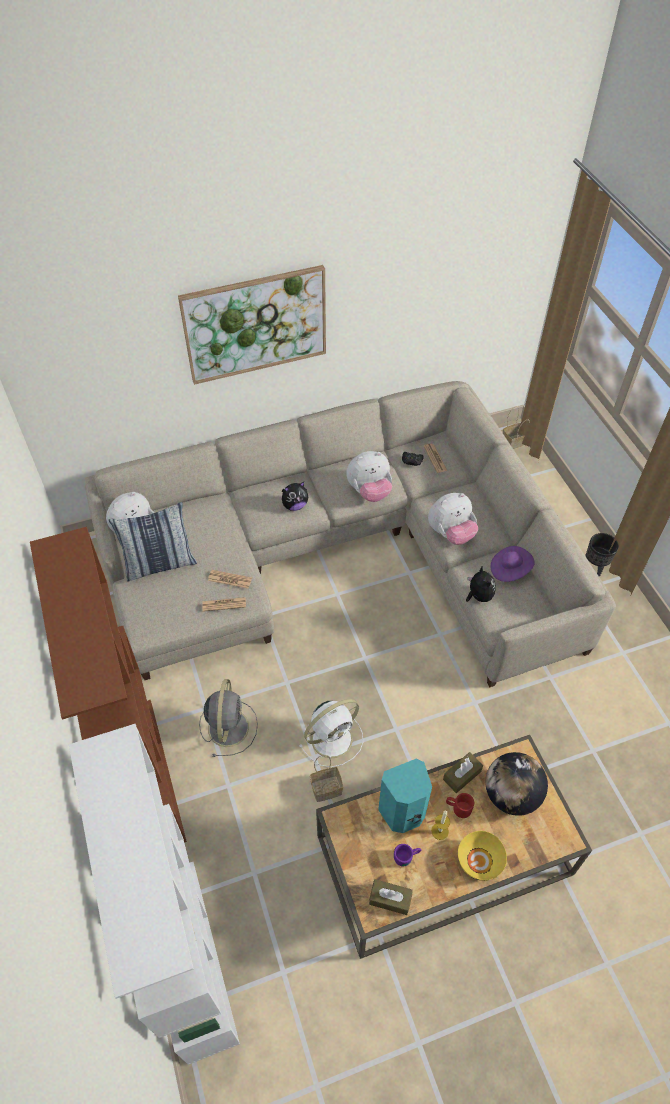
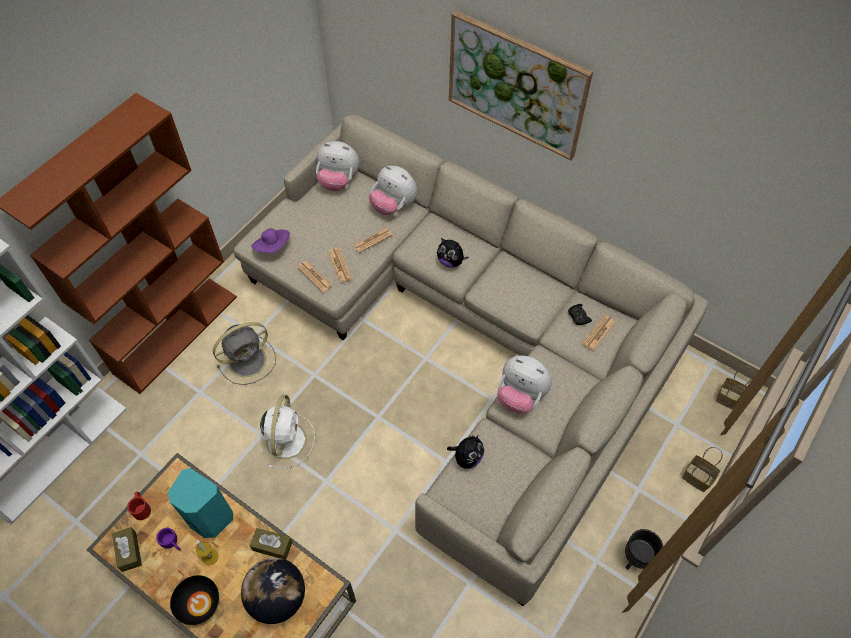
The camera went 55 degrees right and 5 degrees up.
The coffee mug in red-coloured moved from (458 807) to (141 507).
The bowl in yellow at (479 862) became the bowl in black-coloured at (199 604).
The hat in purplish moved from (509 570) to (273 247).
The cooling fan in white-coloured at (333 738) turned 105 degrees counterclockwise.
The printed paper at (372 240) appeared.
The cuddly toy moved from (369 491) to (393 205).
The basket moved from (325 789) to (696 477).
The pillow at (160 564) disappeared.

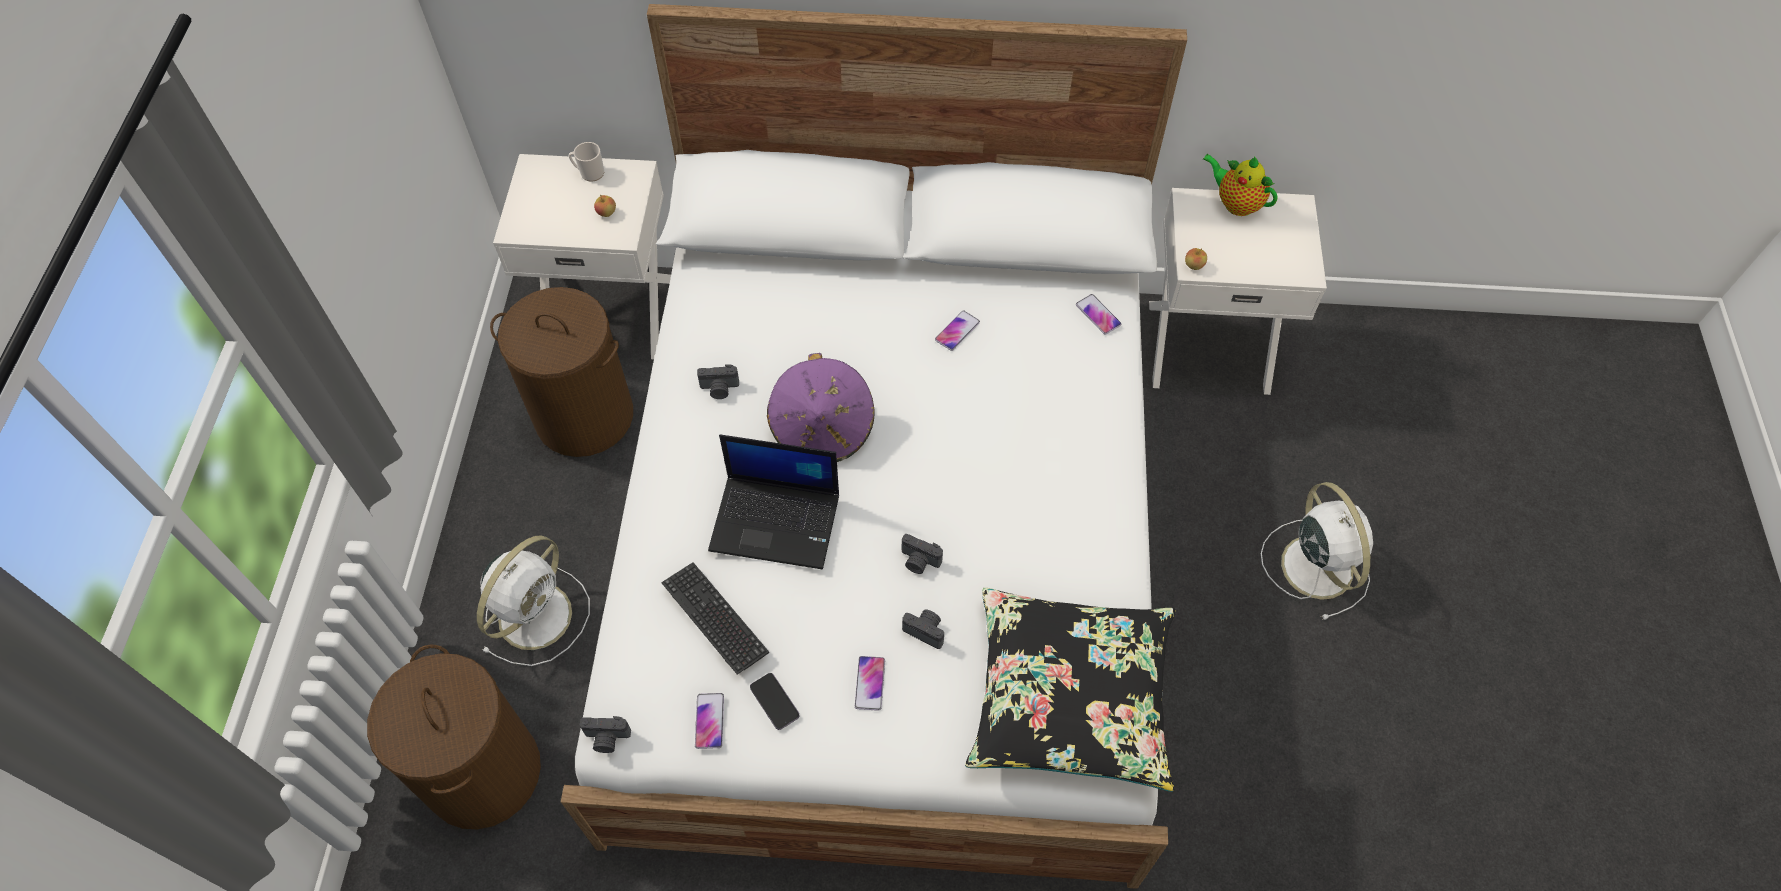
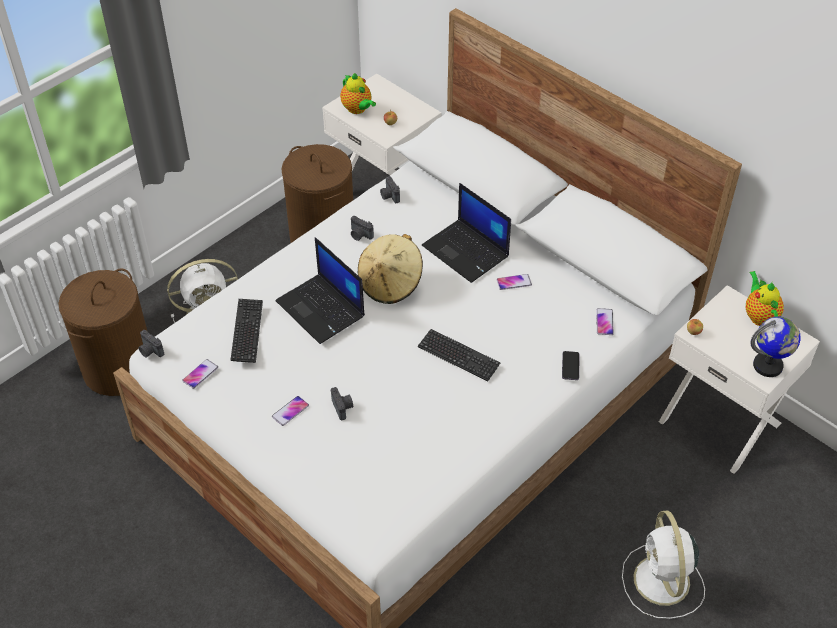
The camera went 40 degrees right and 10 degrees down.
The pot for tea at (357 109) appeared.
The hat in purplish at (823 429) became the hat in sand-coloured at (390 283).
The photo camera moved from (919 561) to (389 196).
The keyboard at (458 356) appeared.
The notebook computer at (467 251) appeared.
The phone moved from (774 702) to (570 366).
The cooling fan in white-coloured at (1315 564) turned 150 degrees clockwise.
The desk globe at (768 366) appeared.
The coffee mug at (589 173) disappeared.
The pillow in black-coloured at (1070 696) disappeared.

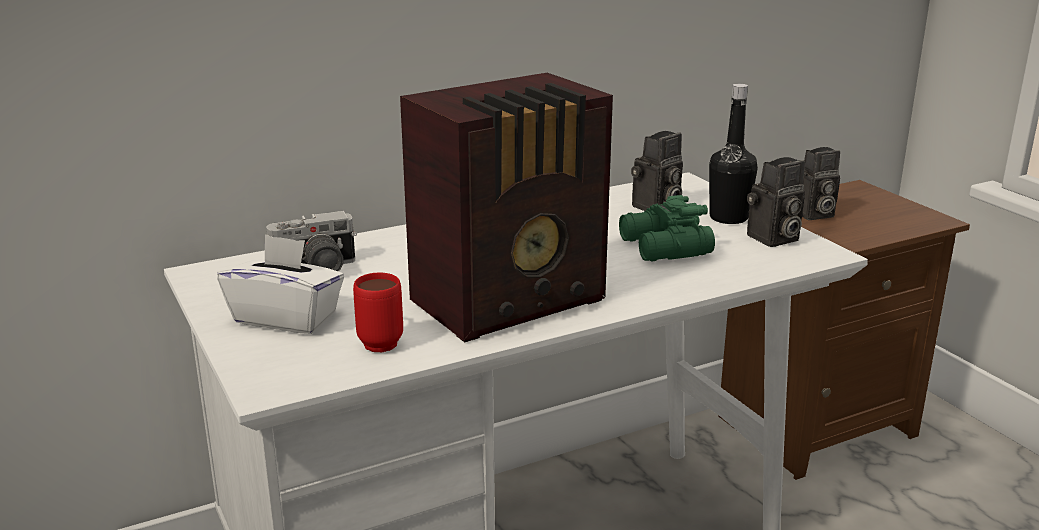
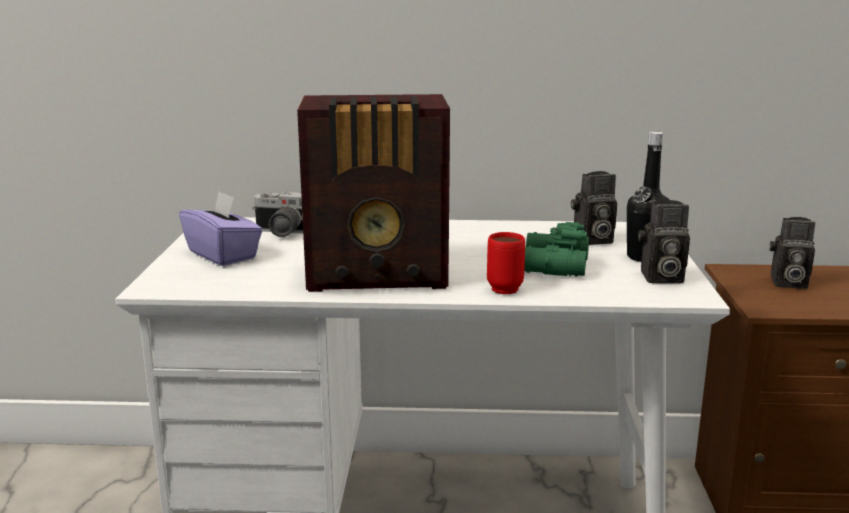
The camera went 30 degrees right and 5 degrees down.
The tissue holder in white-coloured at (286 318) became the tissue holder in purplish at (223 255).
The coffee mug in red-coloured moved from (378 340) to (505 287).

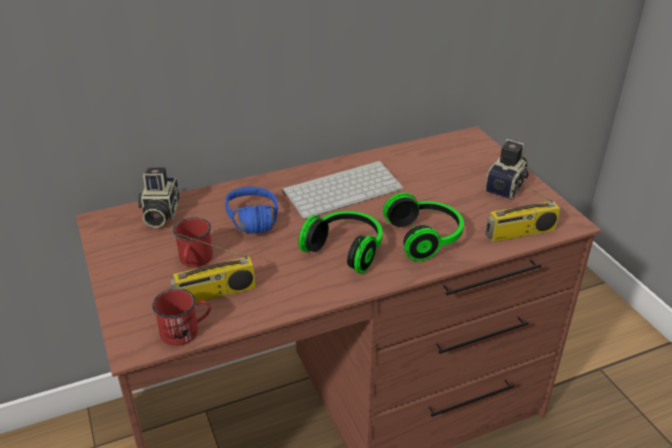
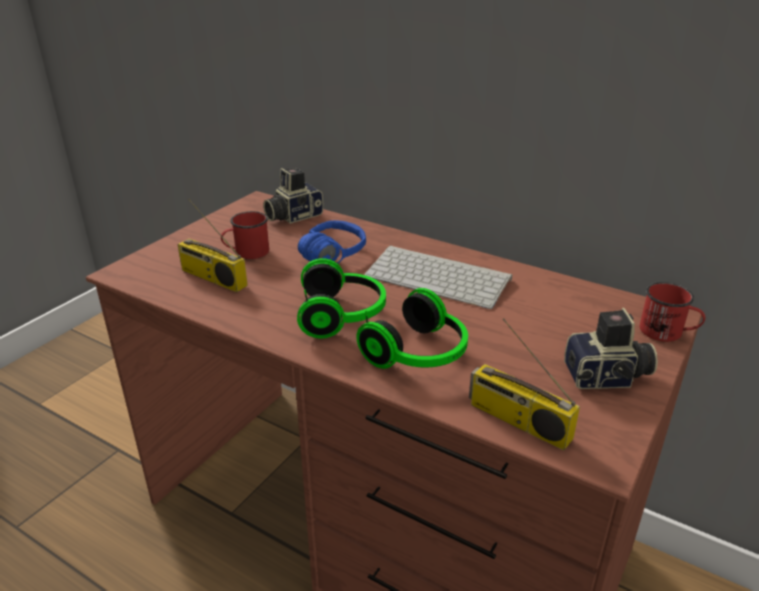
The camera went 55 degrees right and 5 degrees down.
The coffee mug in red-coloured moved from (186 331) to (667 333).

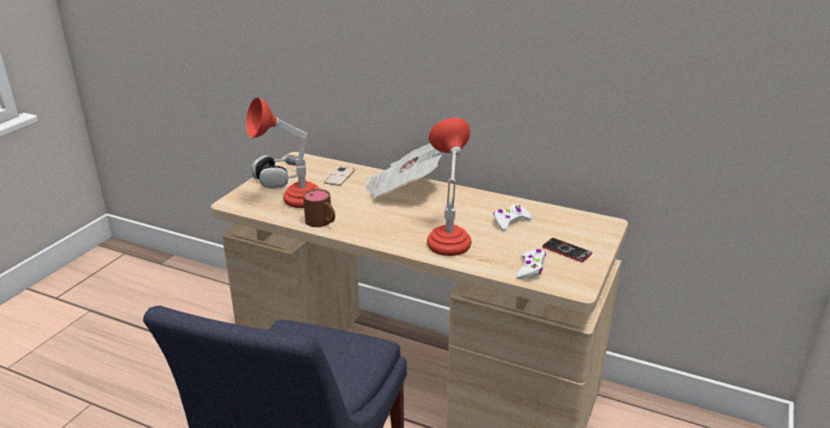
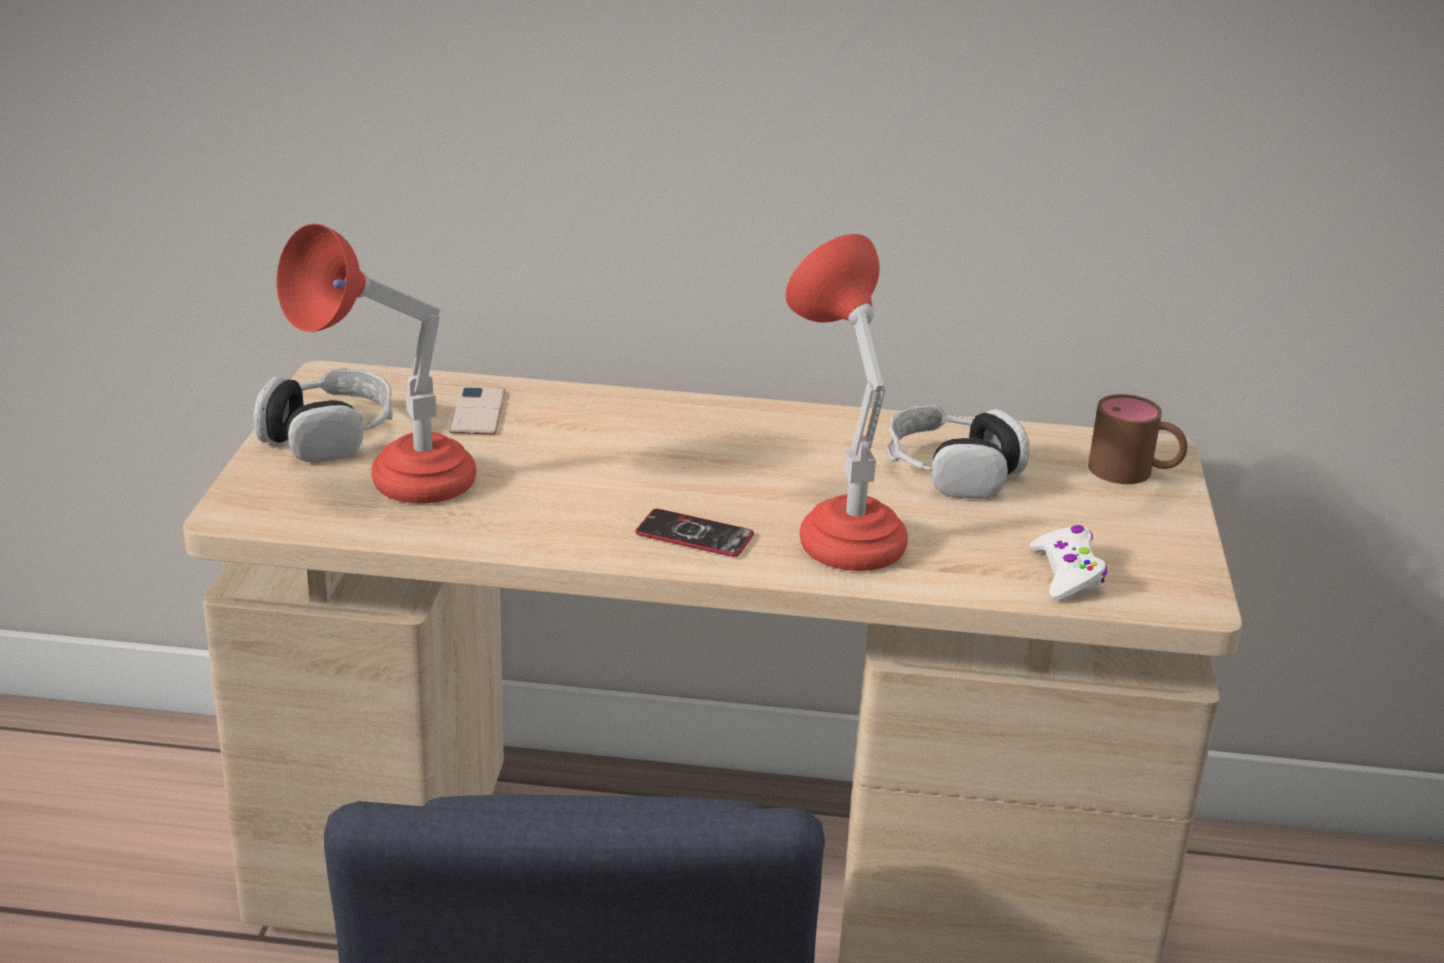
The camera went 20 degrees left and 0 degrees up.
The phone moved from (566 250) to (694 535).
The game controller in white-coloured at (510 221) was replaced by the headphones at (951 471).
The coffee mug in brown moved from (322 222) to (1134 472).
The printed paper at (404 189) disappeared.

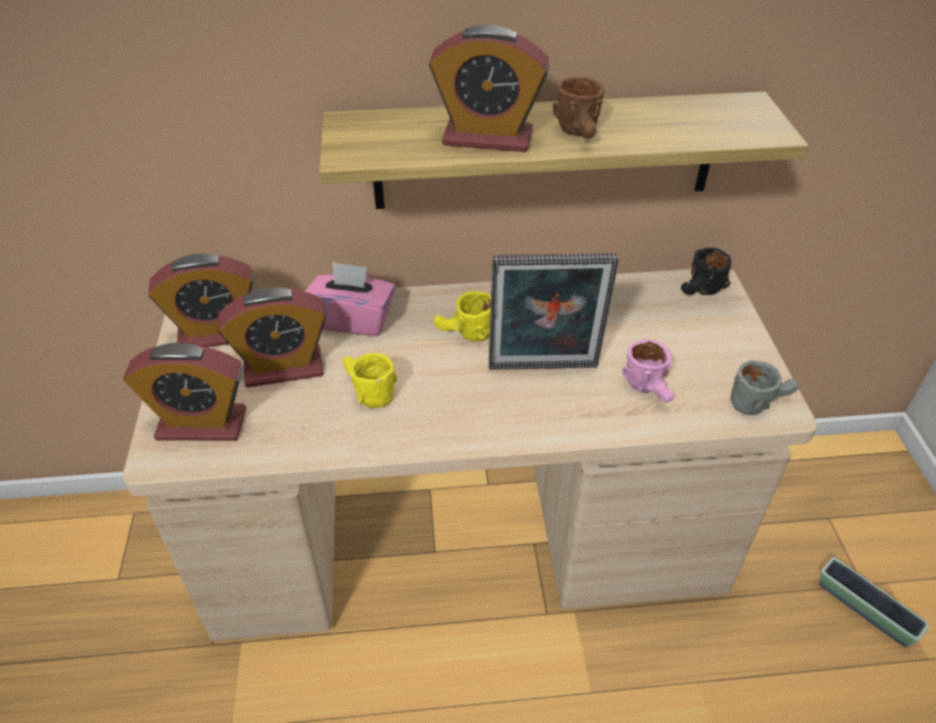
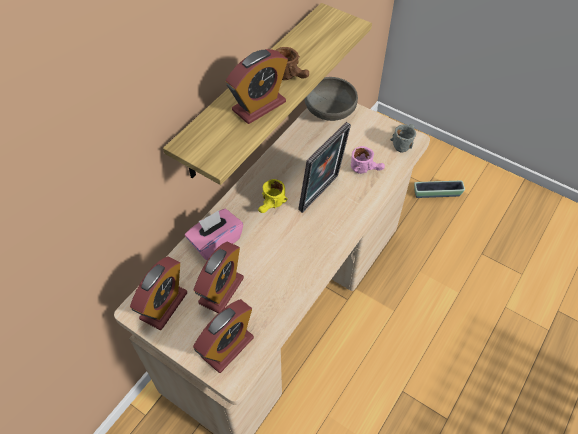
The camera went 50 degrees left and 10 degrees up.
The coffee mug in black-coloured at (700 292) was replaced by the bowl in grey at (330 110).
The coffee mug in yellow at (365 392) disappeared.

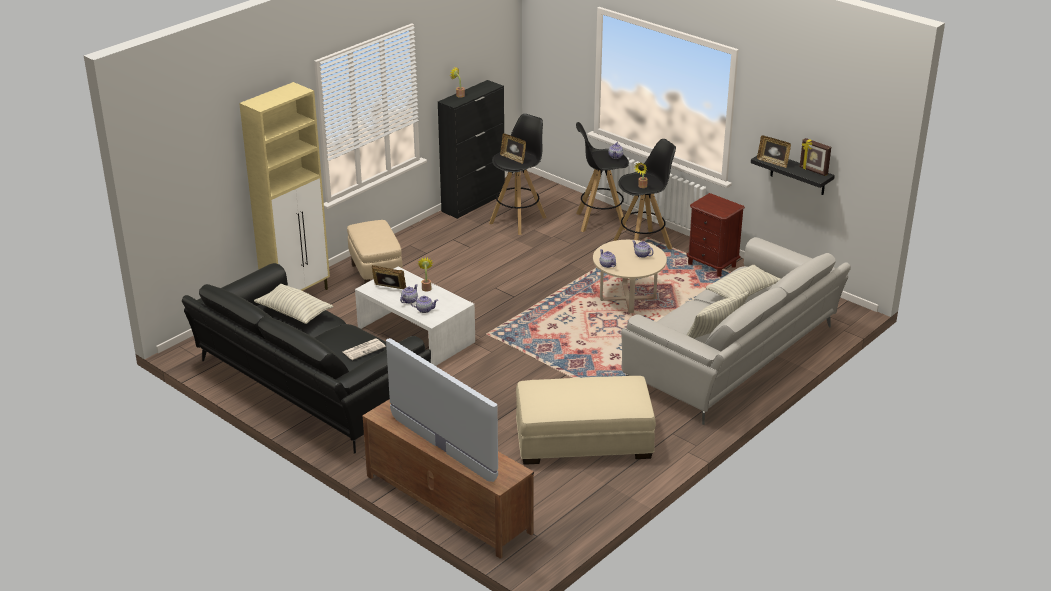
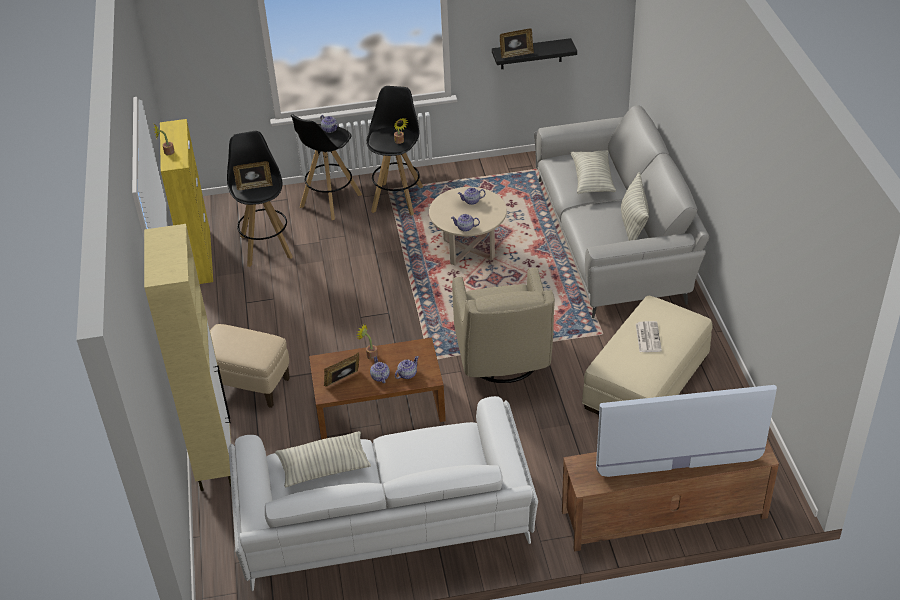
The camera went 50 degrees left and 10 degrees up.
The storage cabinet in black-coloured at (473 202) became the storage cabinet in yellow at (199 257).
The couch in black-coloured at (308 385) became the couch in white-coloured at (384 525).
The coffee table in white-coloured at (415 334) became the coffee table in brown at (379 407).
The armchair in sand-coloured at (503 360) appeared.
The printed paper moved from (364 349) to (648 337).
The night table in brown at (712 265) disappeared.
The photo frame at (813 171) disappeared.

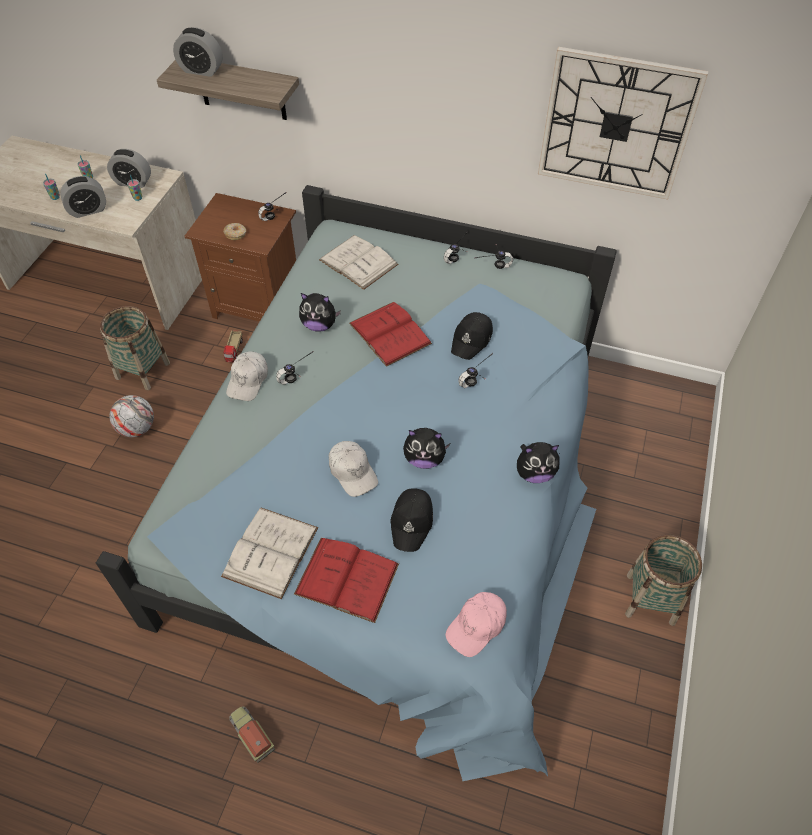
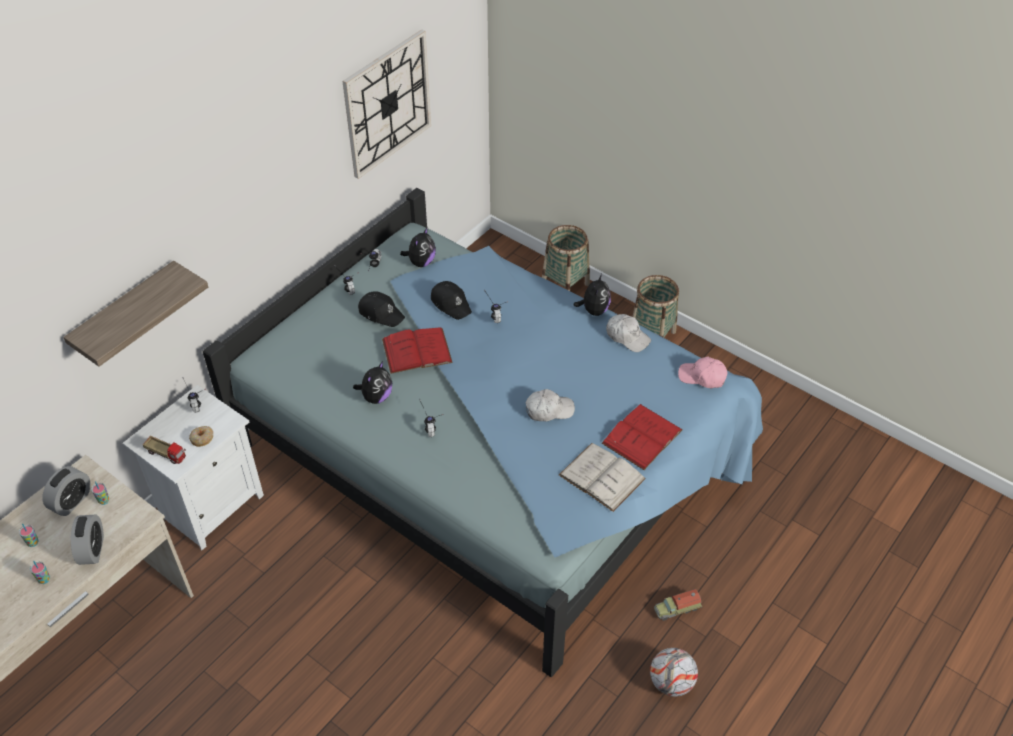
The camera went 70 degrees left and 5 degrees down.
The night table in brown at (258 305) became the night table in white-coloured at (210 505).
The toy truck moved from (234 351) to (167 454).
The baseball cap in black-coloured moved from (412 522) to (381 313).
The cuddly toy moved from (424 459) to (421 262).
The basket moved from (143 370) to (565 284).
The baseball cap in white-coloured moved from (248 380) to (627 337).
The football moved from (137 428) to (671 682).
The baseball cap in pink at (477 626) turned 135 degrees clockwise.
The bedside clock at (201 70) disappeared.
The book in white-coloured at (358 262) disappeared.

